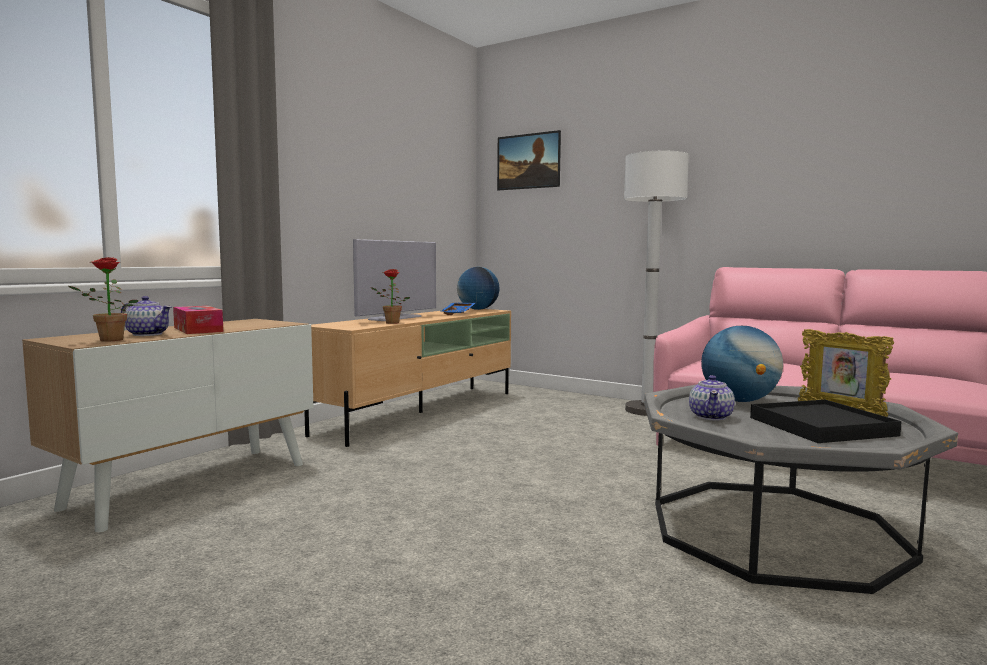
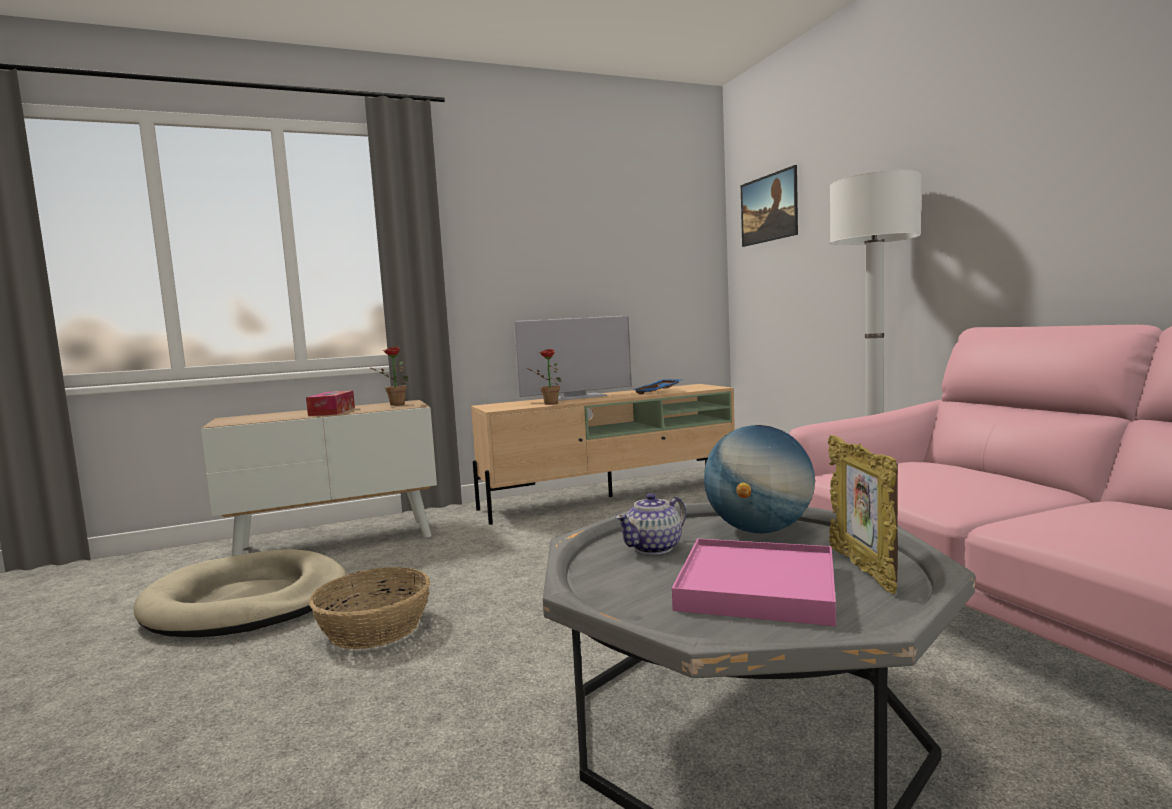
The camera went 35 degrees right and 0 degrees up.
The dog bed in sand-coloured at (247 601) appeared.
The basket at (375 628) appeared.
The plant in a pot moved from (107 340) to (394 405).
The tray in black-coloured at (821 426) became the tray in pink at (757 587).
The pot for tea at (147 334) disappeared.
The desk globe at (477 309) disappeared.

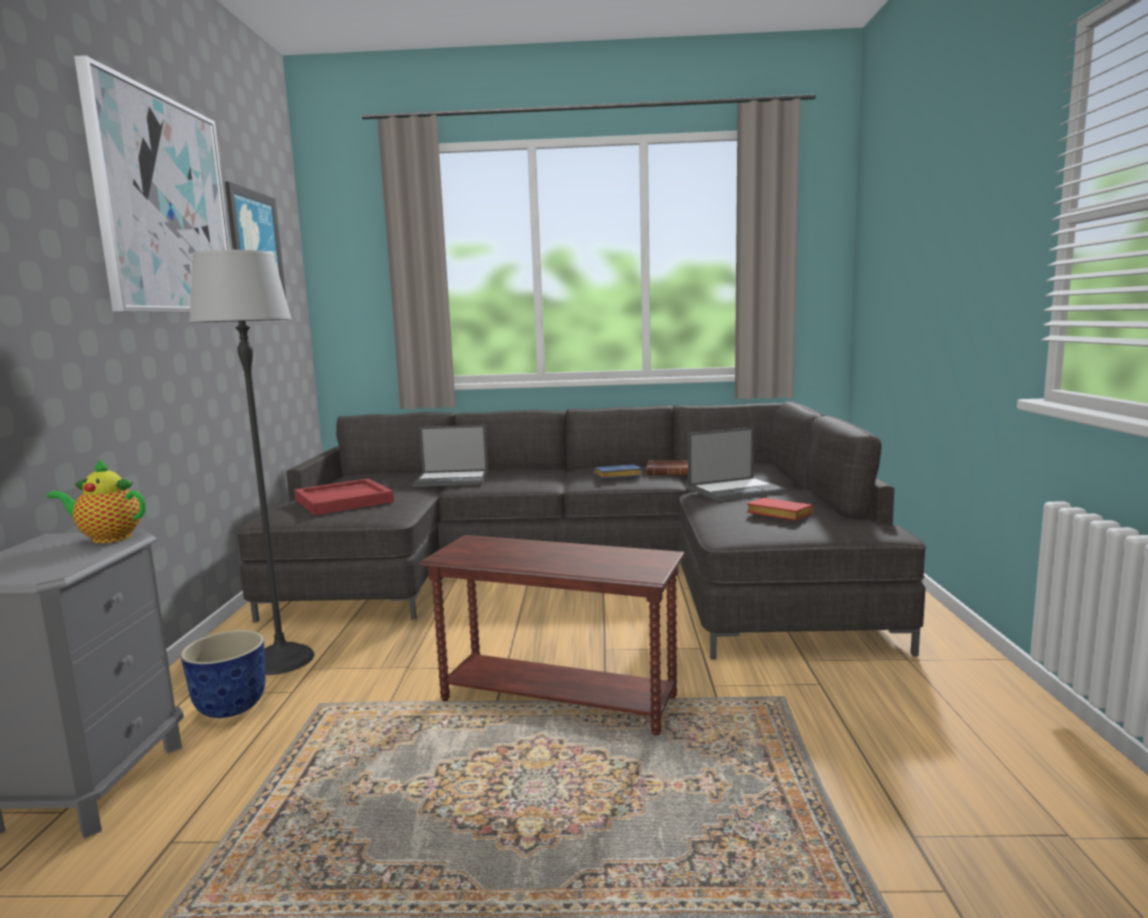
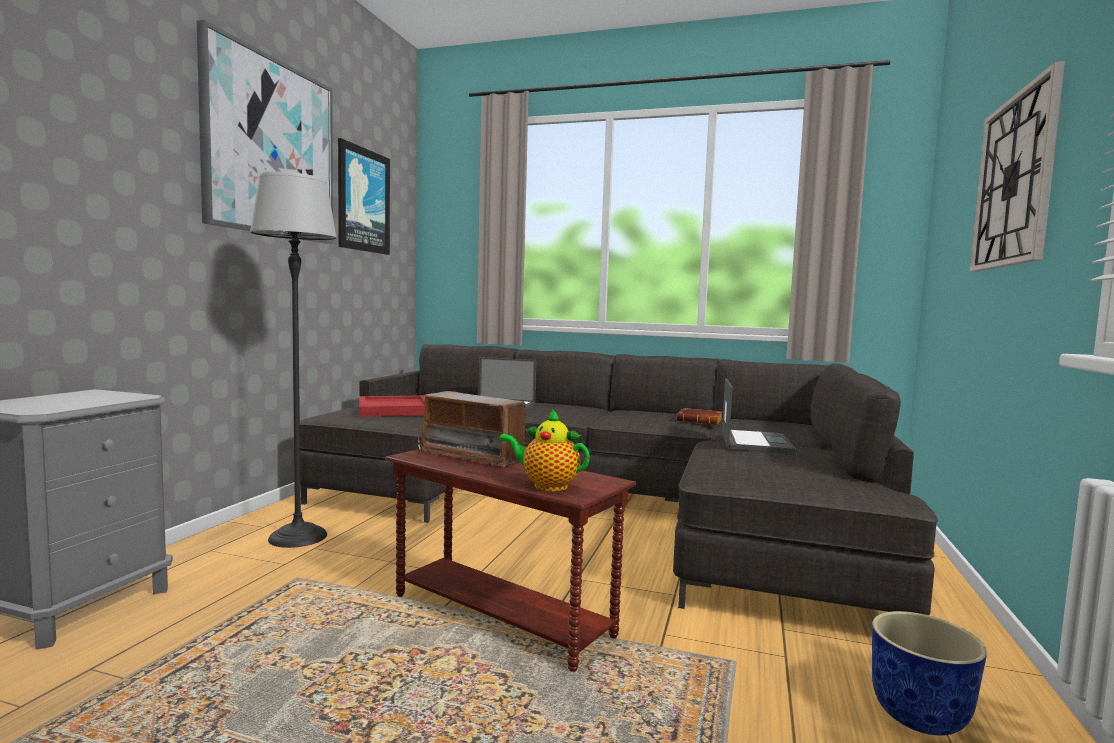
The camera went 15 degrees right and 5 degrees down.
The radio set at (473 456) appeared.
The pot for tea moved from (107 538) to (546 485).
The notebook computer at (737 490) turned 75 degrees counterclockwise.
The flower pot moved from (232 708) to (921 718).
The hanging clock at (1014 181) appeared.
The book in bluish at (617 476) disappeared.
The book in red-coloured at (777 515) disappeared.

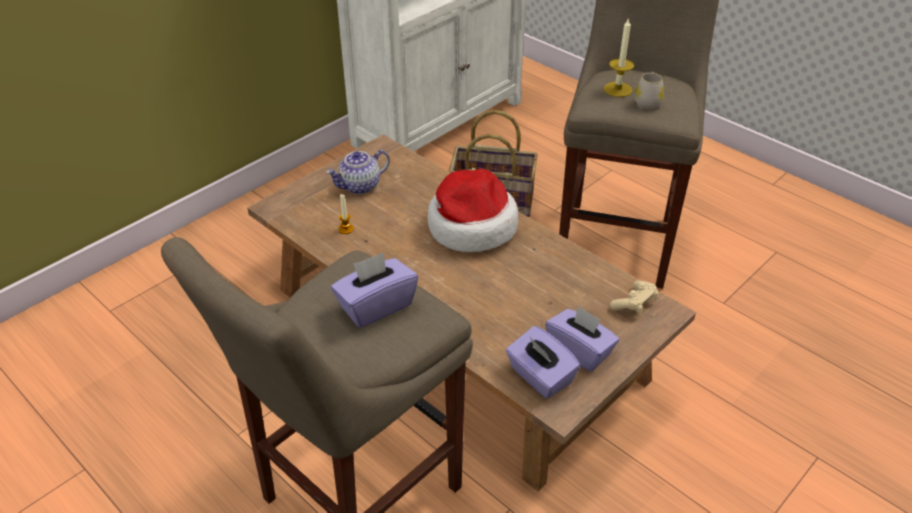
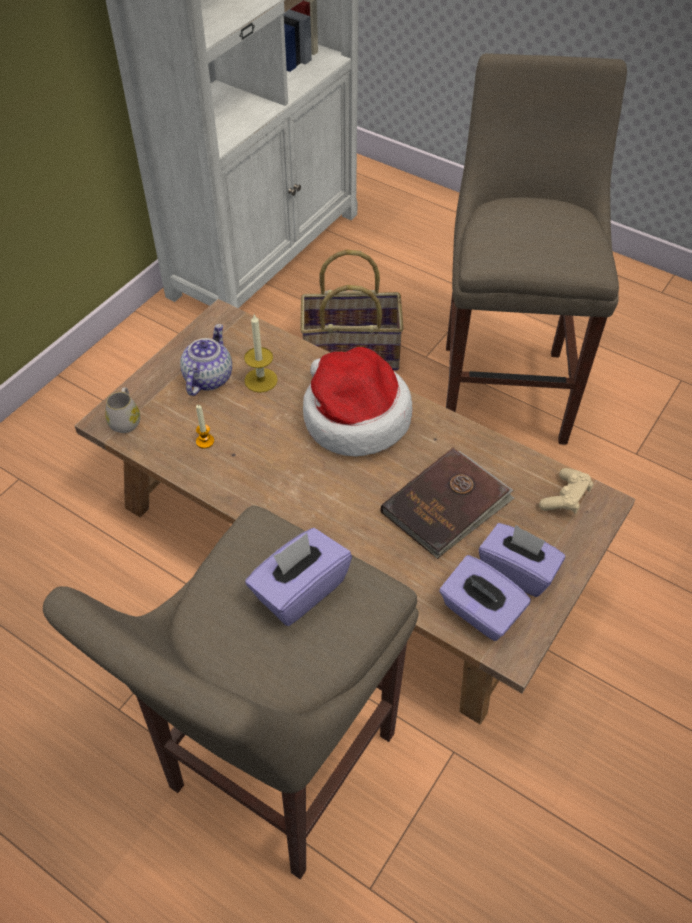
The camera went 10 degrees left and 10 degrees up.
The coffee mug in white-coloured moved from (647 101) to (126 420).
The pot for tea at (360 186) turned 150 degrees clockwise.
The candle moved from (618 89) to (261 380).
The book in brown at (447 505) appeared.

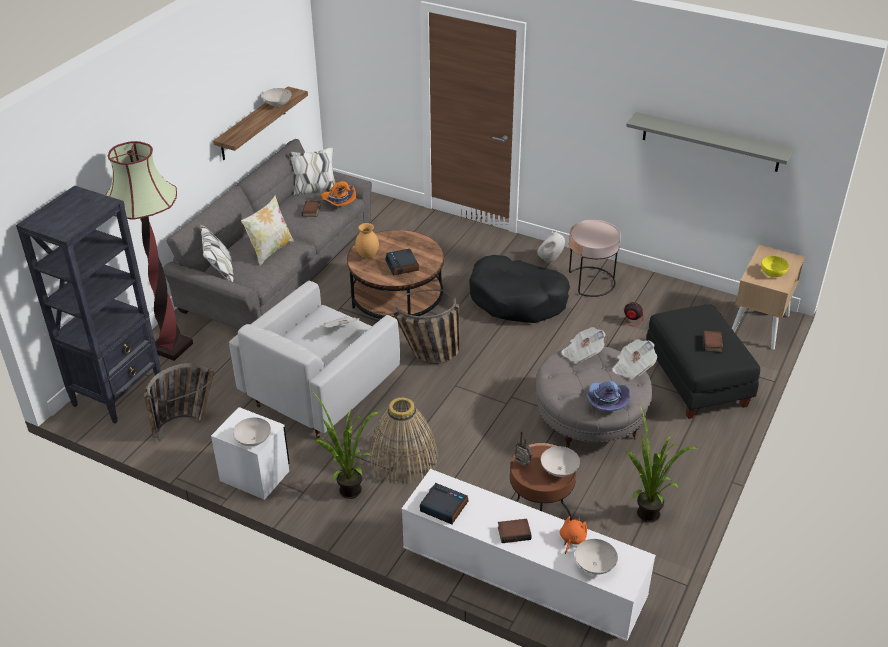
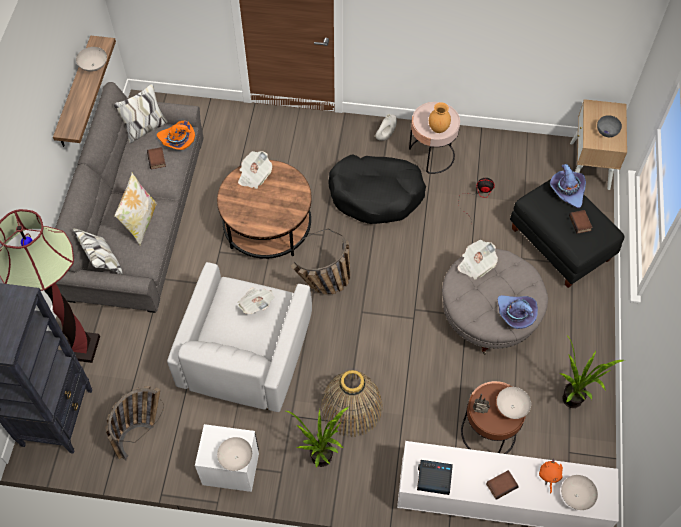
The camera went 20 degrees left and 20 degrees up.
The printed paper moved from (633 368) to (254 176).
The decorative vase in brown moved from (368 255) to (438 128).
The hat in purplish at (567 190) appeared.
The bowl in yellow at (773 273) became the bowl in grey at (607 131).
The bedside clock at (402 266) disappeared.
The wall shelf in grey at (710 142) disappeared.

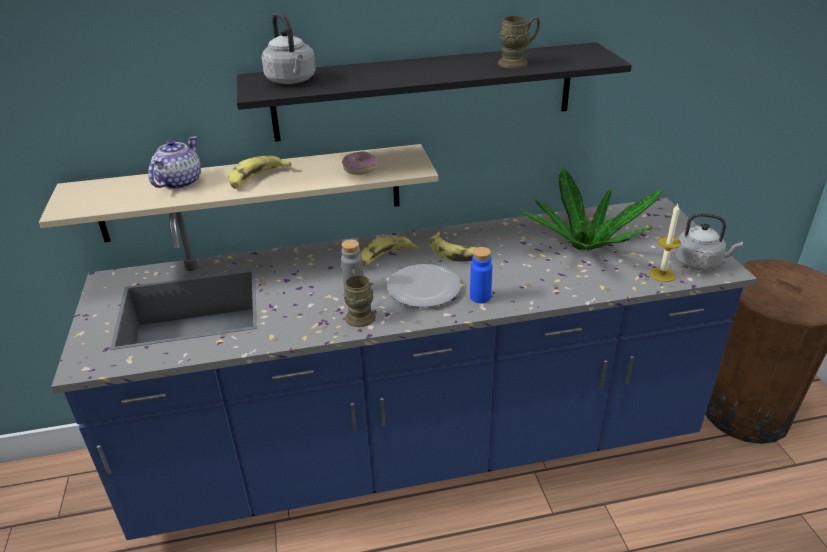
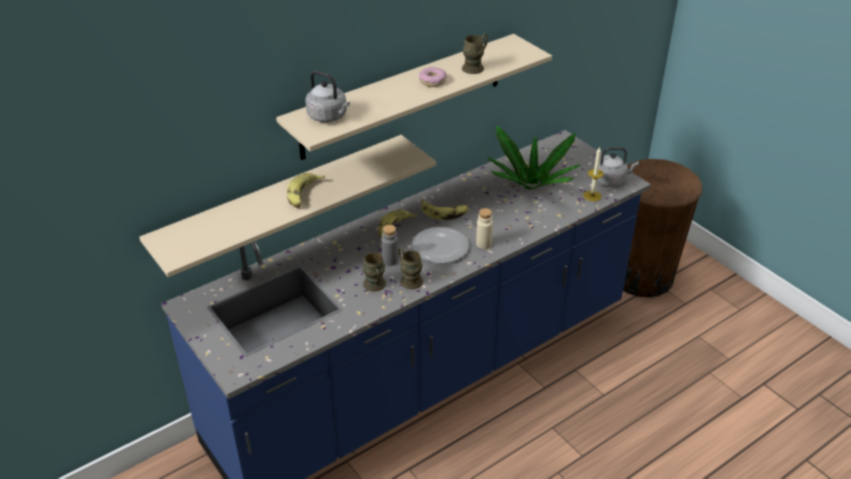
The camera went 25 degrees left and 5 degrees up.
The wall shelf in black-coloured at (425 92) became the wall shelf in sand-coloured at (403 96).
The coffee mug in brown at (375 286) appeared.
The donut moved from (360 168) to (432 81).
The bottle in bluish at (480 297) became the bottle in sand-coloured at (483 244).
The pot for tea at (179 182) disappeared.

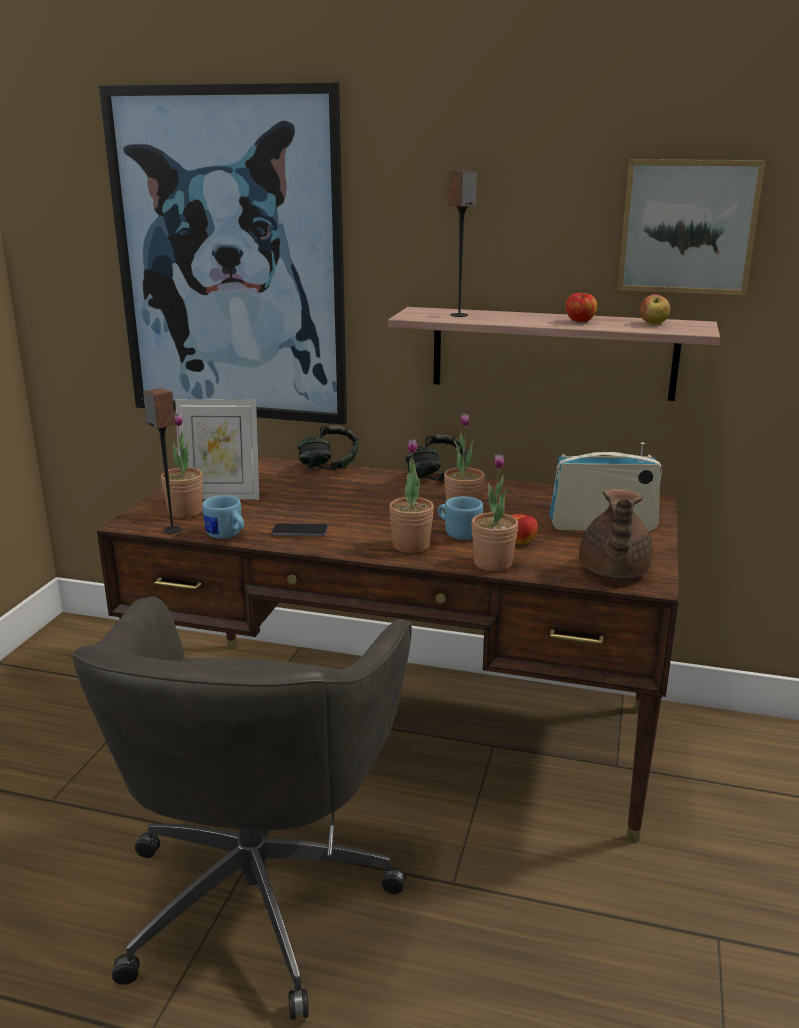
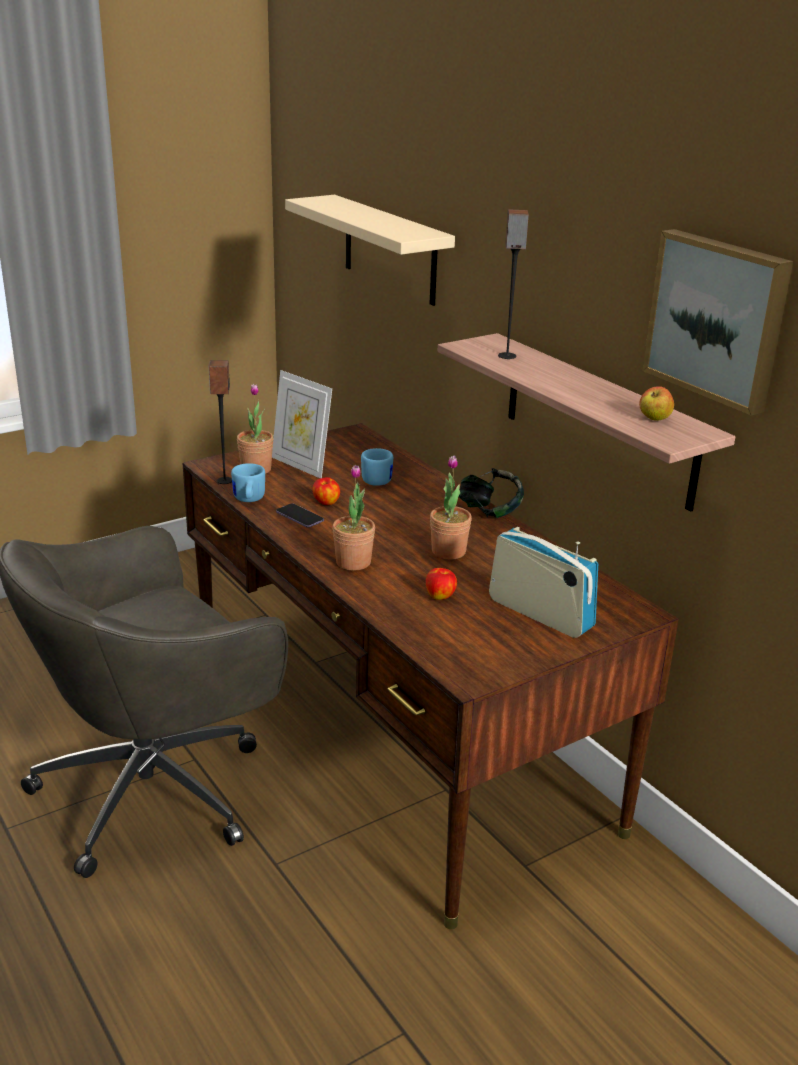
The camera went 40 degrees right and 5 degrees up.
The picture at (229 260) was replaced by the wall shelf in sand-coloured at (389 250).
The apple moved from (580 322) to (326 503).
The coffee mug in bluish moved from (458 533) to (376 479).
The headphones at (328 467) disappeared.
The plant in a pot at (493 563) disappeared.
The pot for tea in brown at (612 571) disappeared.

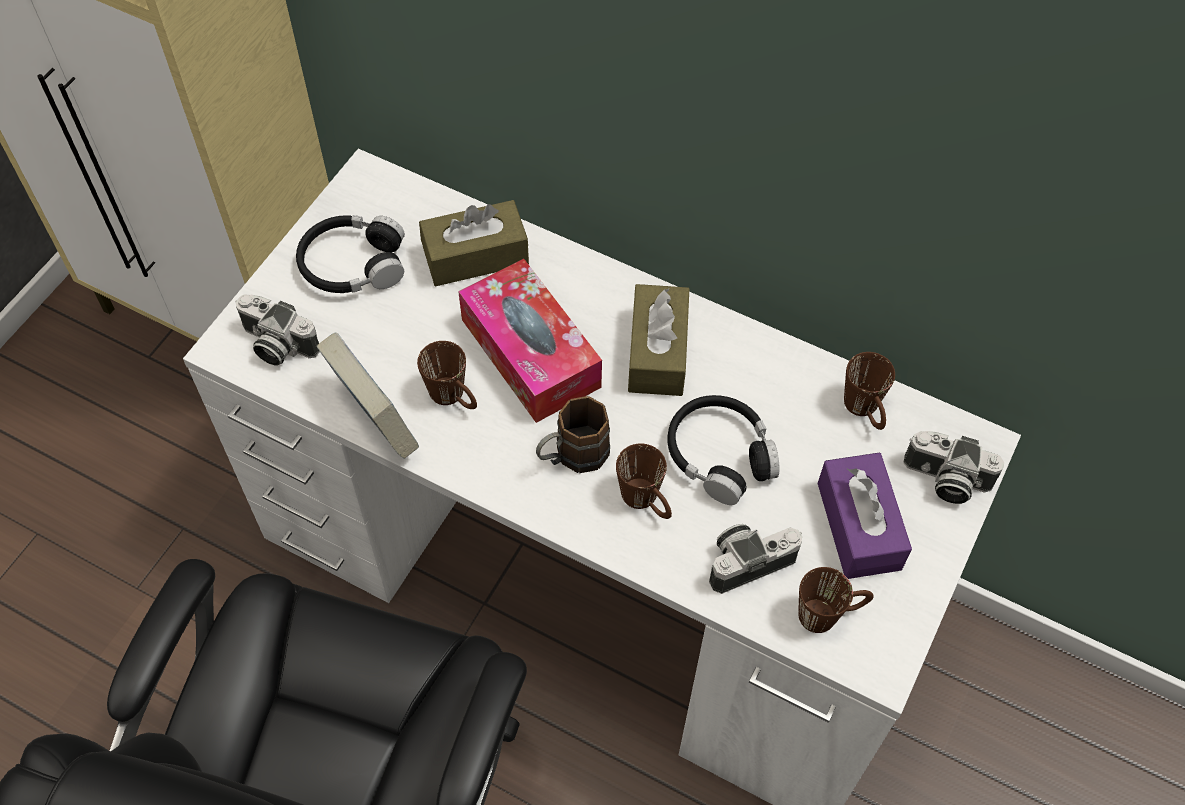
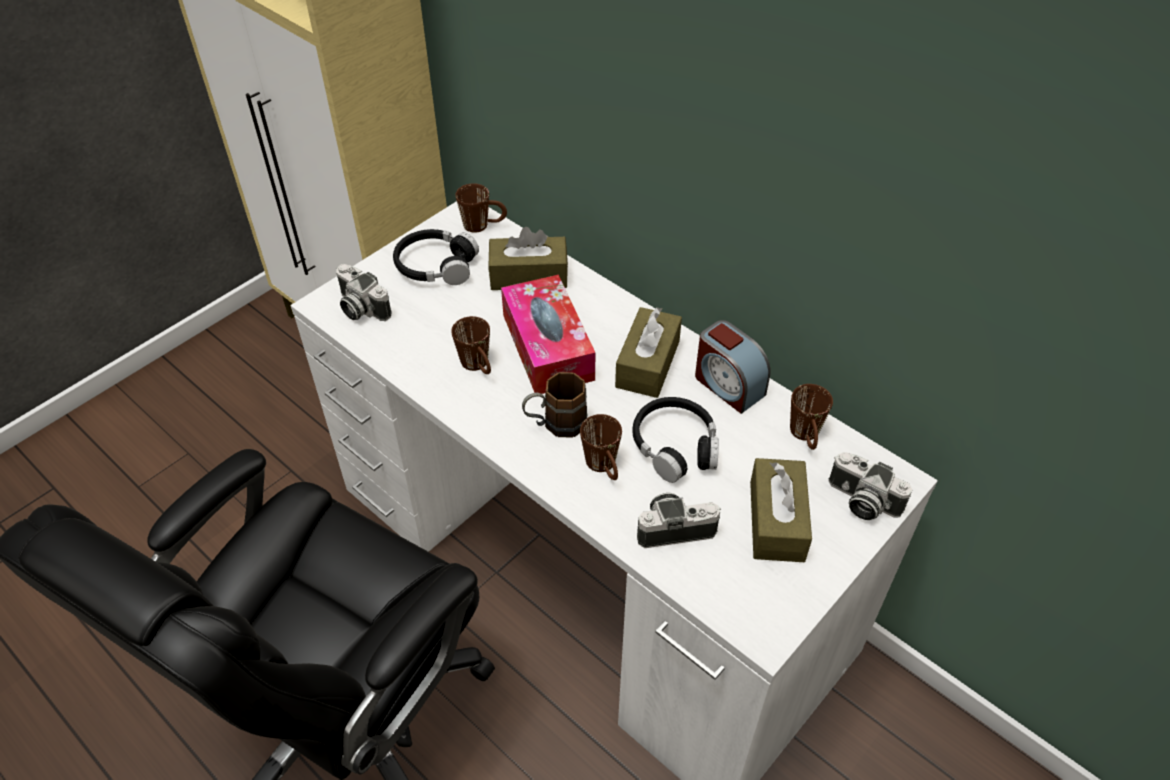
The camera went 15 degrees right and 10 degrees down.
The coffee mug in brown moved from (829 613) to (483 225).
The bedside clock at (728 385) appeared.
The tissue holder in purplish at (858 526) became the tissue holder in brown at (776 521).
The book at (374 421) disappeared.

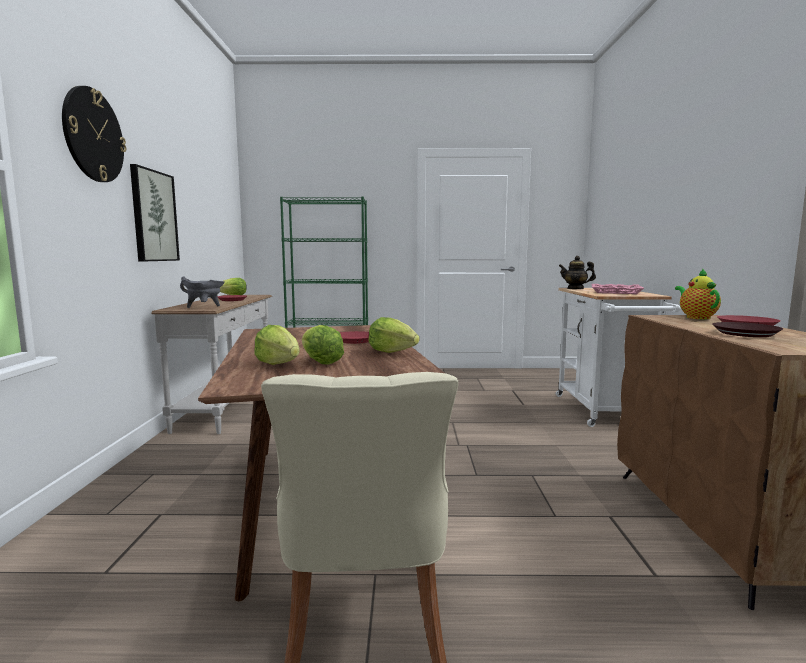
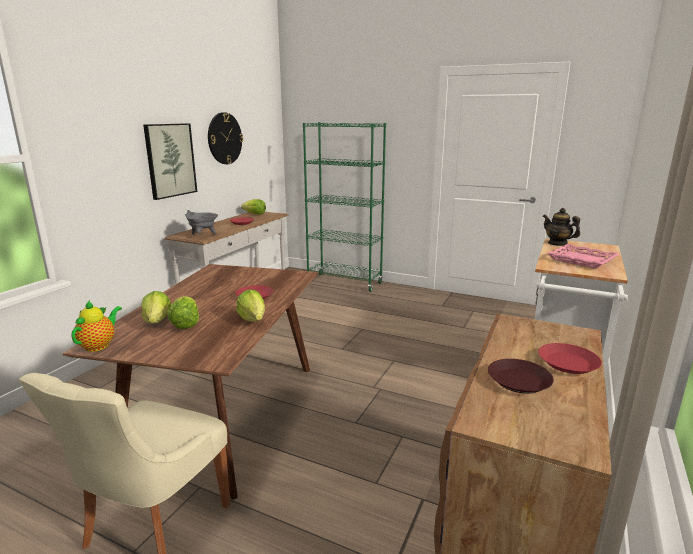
The camera went 25 degrees right and 10 degrees up.
The pot for tea moved from (696 317) to (99 345).
The hanging clock moved from (93 135) to (224 138).

